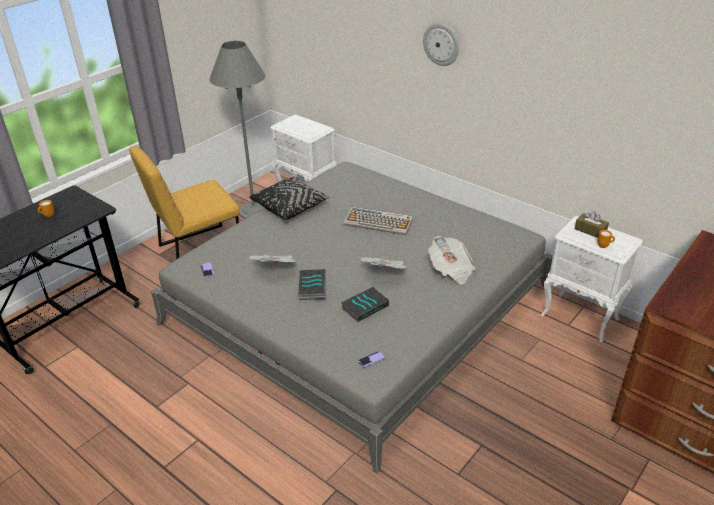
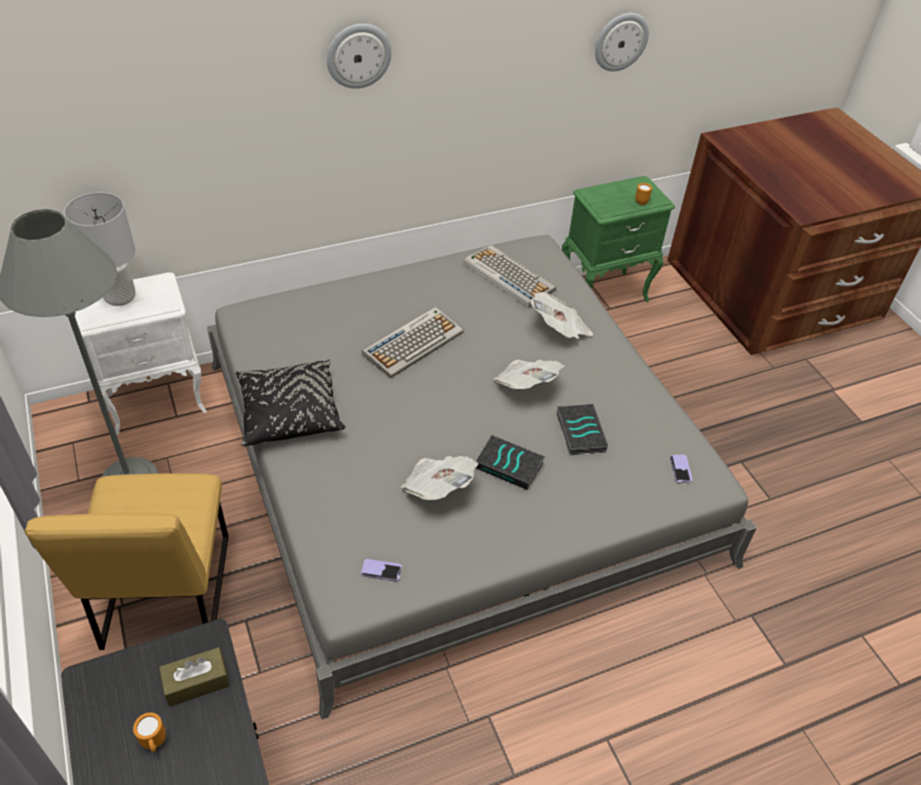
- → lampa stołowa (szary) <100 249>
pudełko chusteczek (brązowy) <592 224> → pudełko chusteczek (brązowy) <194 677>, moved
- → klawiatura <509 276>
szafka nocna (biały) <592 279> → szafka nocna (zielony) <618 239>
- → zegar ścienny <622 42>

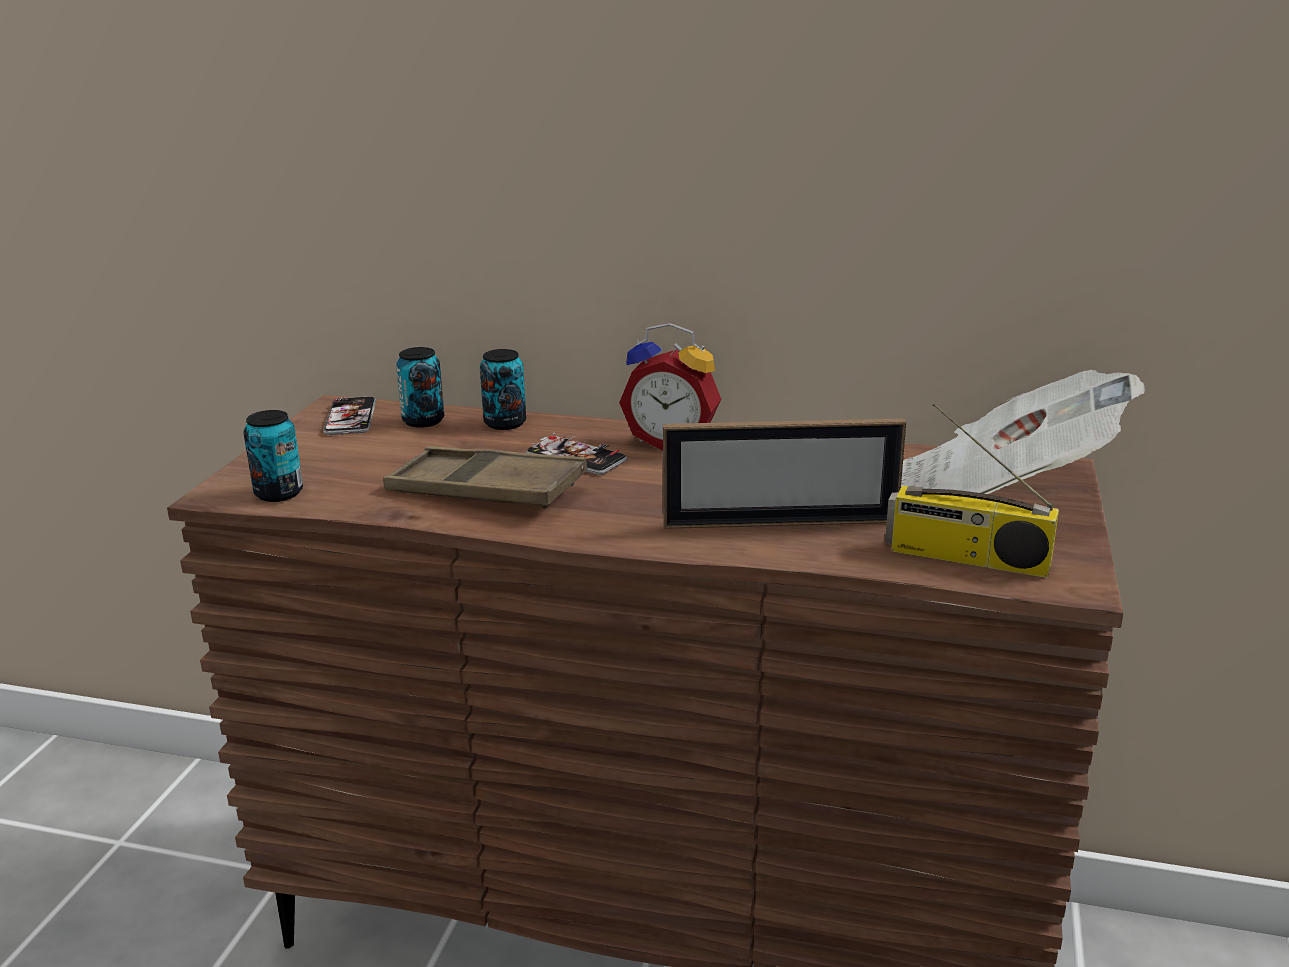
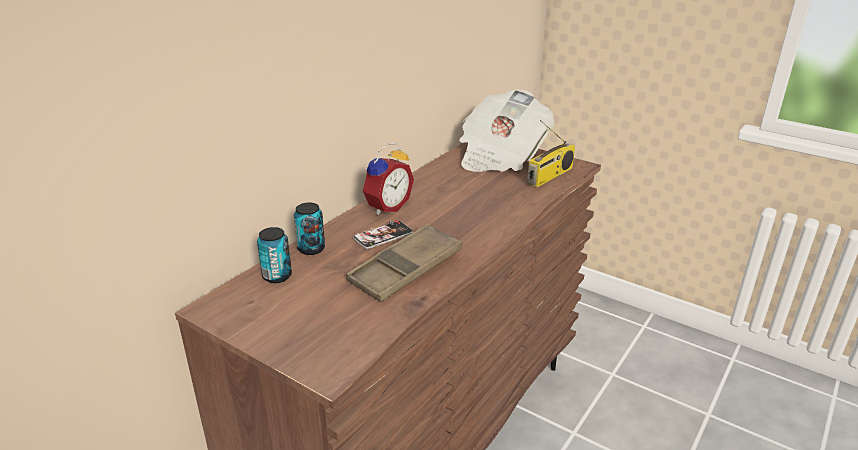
puszka <273 456> → -
telefon <349 415> → -
ramka na zdjęcie <784 473> → -

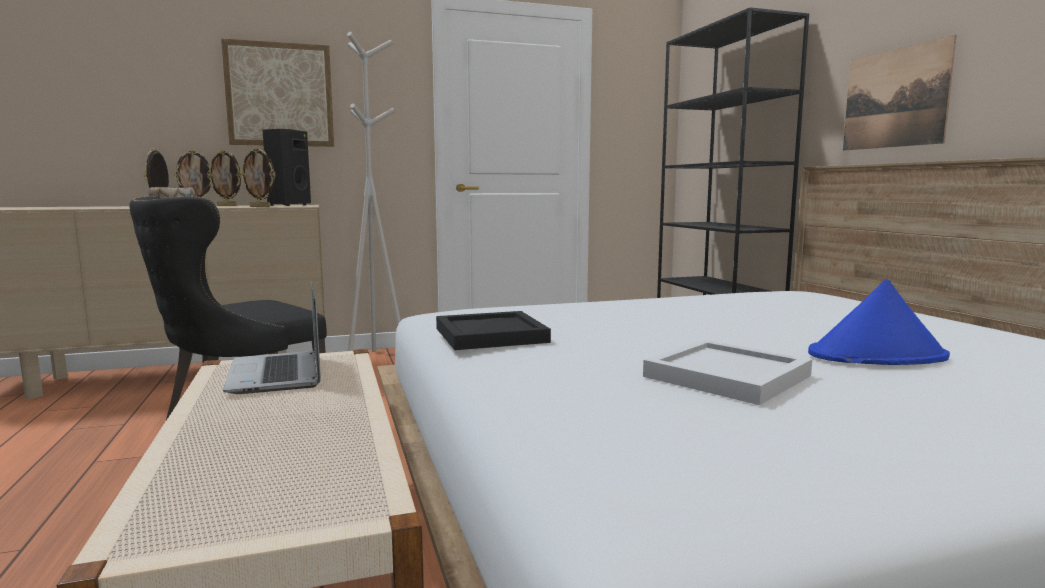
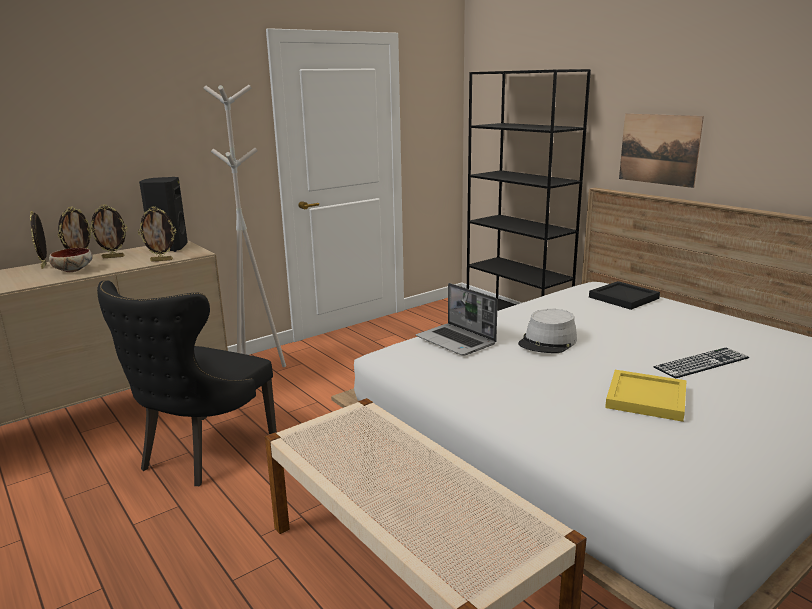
laptop <272 337> → laptop <457 319>, moved
- → kapelusz (szary) <547 331>
taca (czarny) <493 330> → taca (czarny) <624 295>, moved
taca (biały) <727 372> → taca (żółty) <646 396>
kapelusz (niebieski) <879 322> → klawiatura <701 363>
obraz <277 92> → -

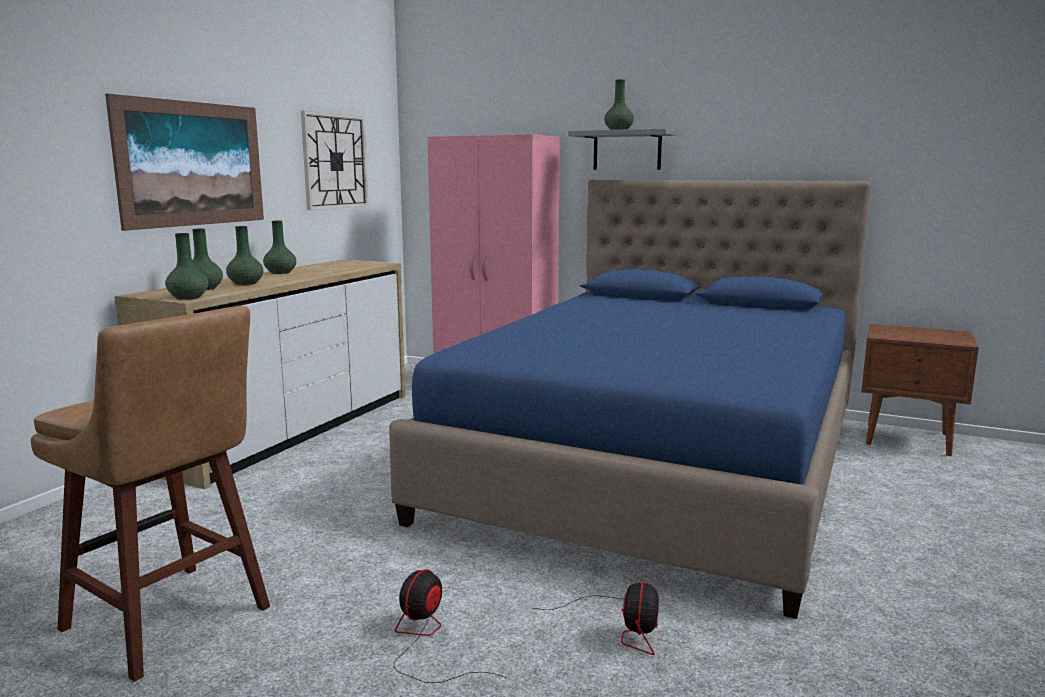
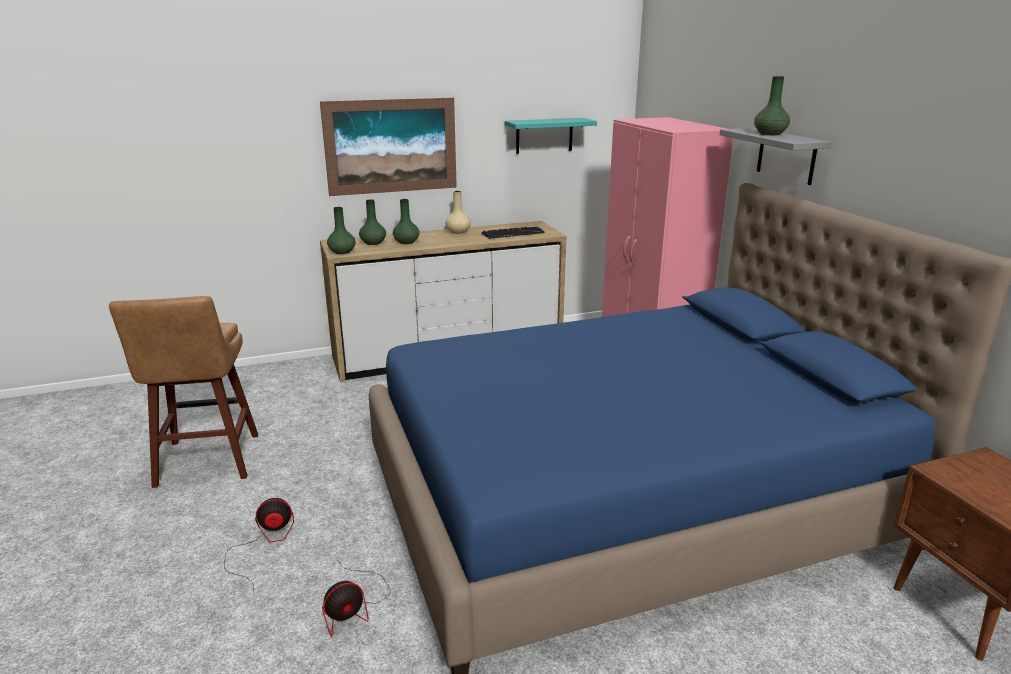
wazon (zielony) <279 247> → wazon (beżowy) <458 212>
- → klawiatura <513 233>
zegar ścienny <335 160> → półka (turkusowy) <551 136>

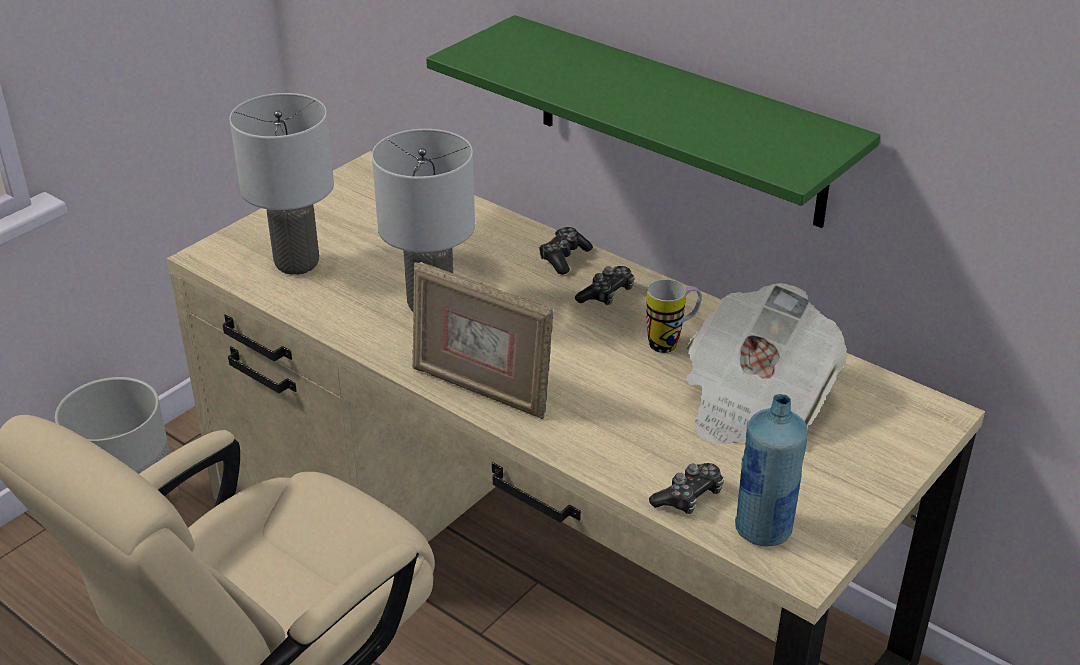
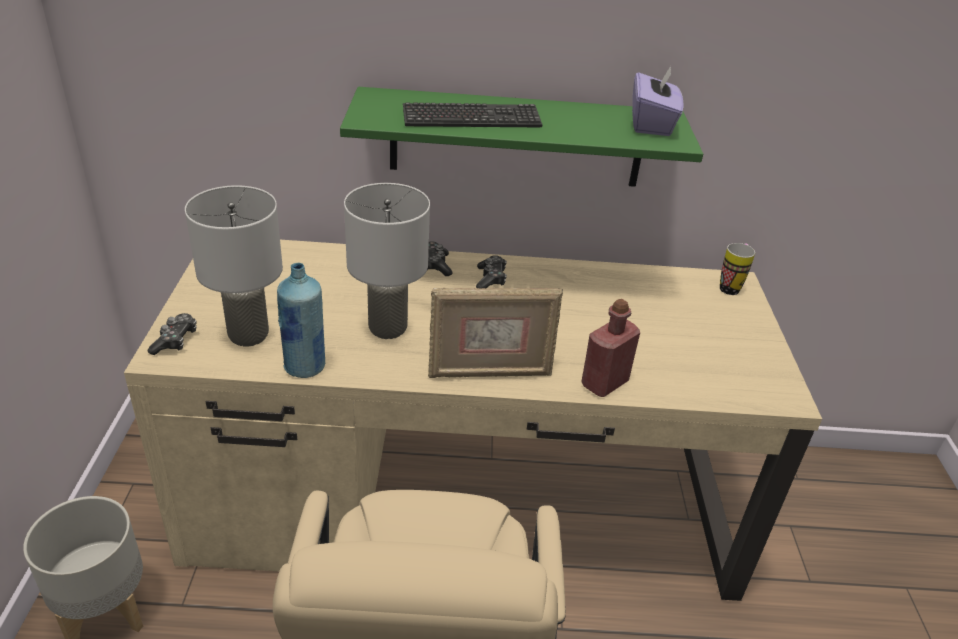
pad do gier <686 488> → pad do gier <172 334>, moved
butelka (niebieski) <771 470> → butelka (niebieski) <301 320>, moved
- → klawiatura <472 115>
- → butelka (czerwony) <610 348>
- → pudełko chusteczek (fioletowy) <658 100>
kubek <674 316> → kubek <737 269>, moved
gazeta <766 363> → -

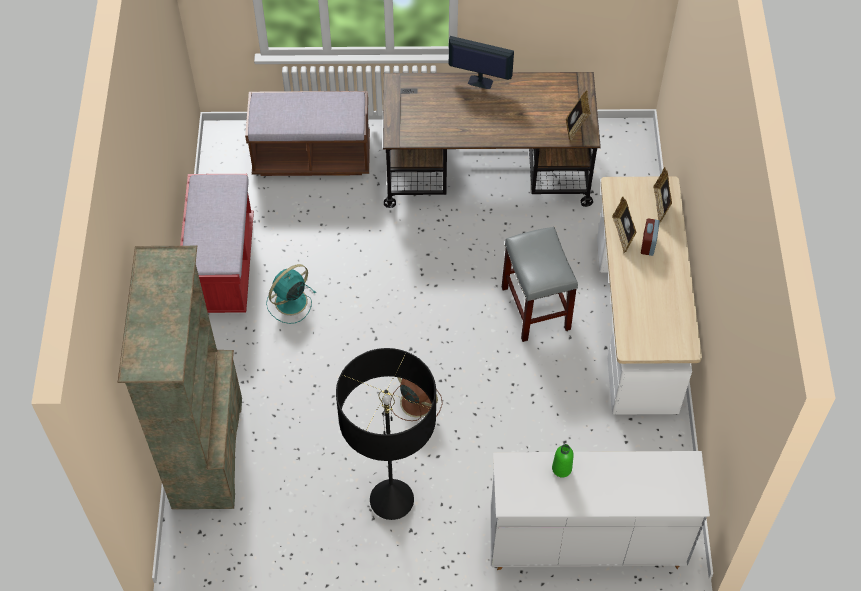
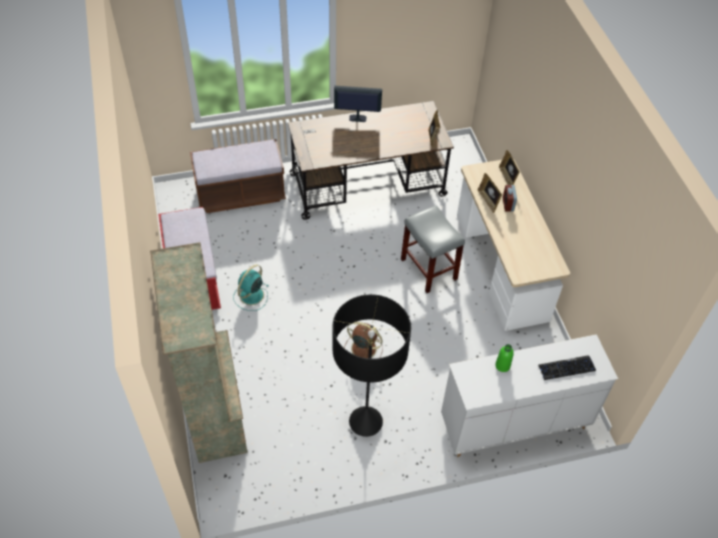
- → klawiatura <567 367>

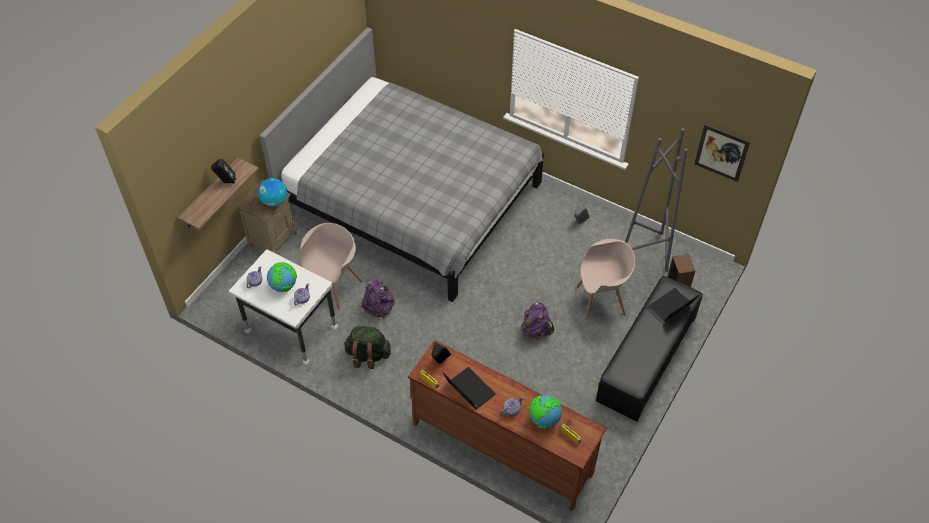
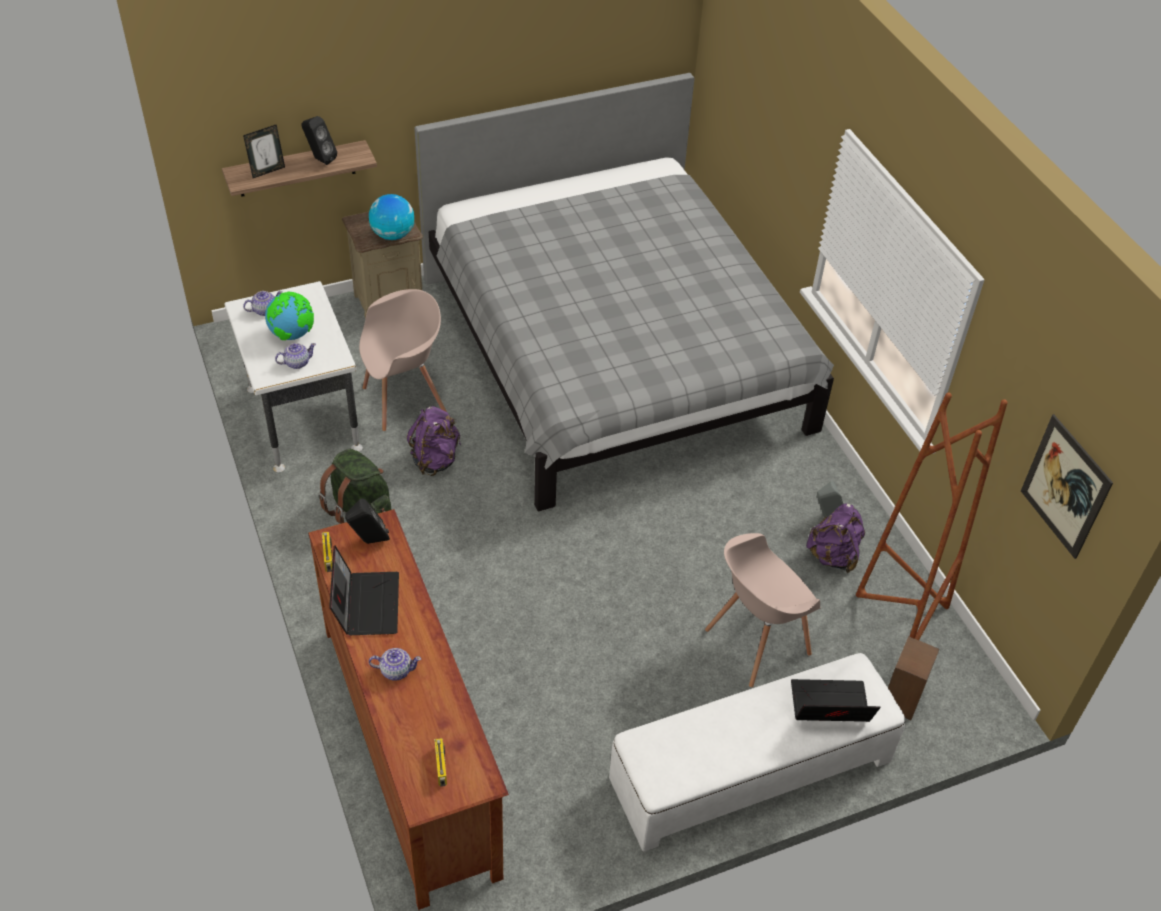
- → ramka na zdjęcie <264 151>
ławka (czarny) <649 349> → ławka (biały) <757 752>
krzesło (beżowy) <606 279> → krzesło (beżowy) <763 610>, 120 degrees clockwise
plecak (fioletowy) <537 321> → plecak (fioletowy) <836 538>, moved
wieszak (szary) <656 200> → wieszak (brązowy) <931 516>
globus <545 412> → -

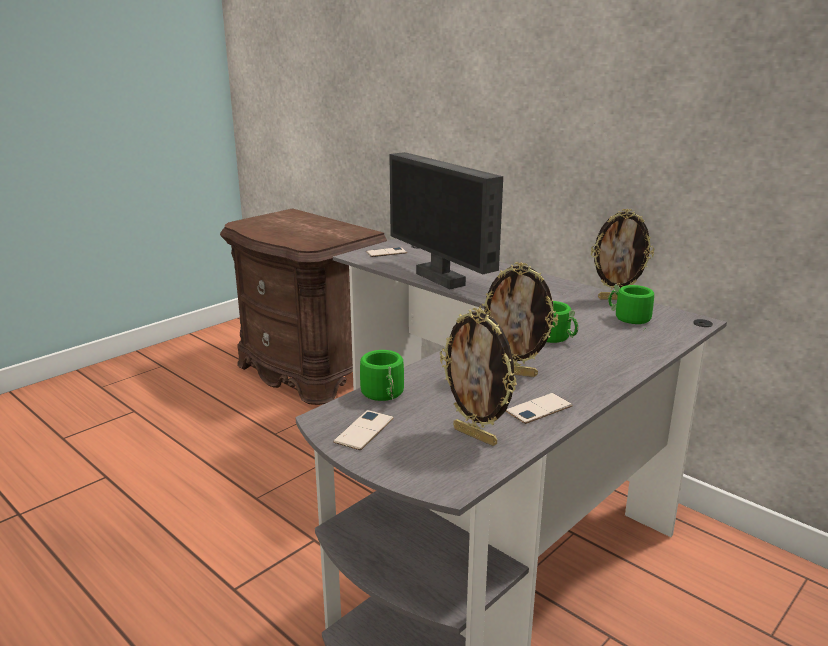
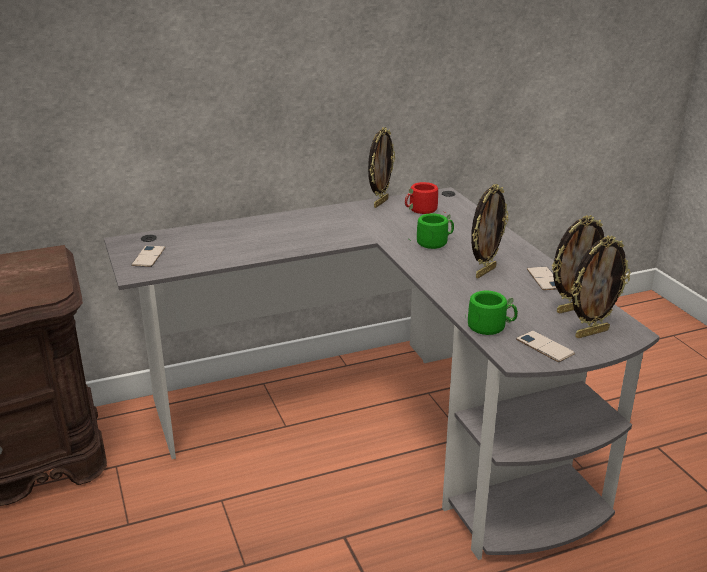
kubek (zielony) <631 307> → kubek (czerwony) <421 198>
- → ramka na zdjęcie <601 287>
monitor <446 220> → -

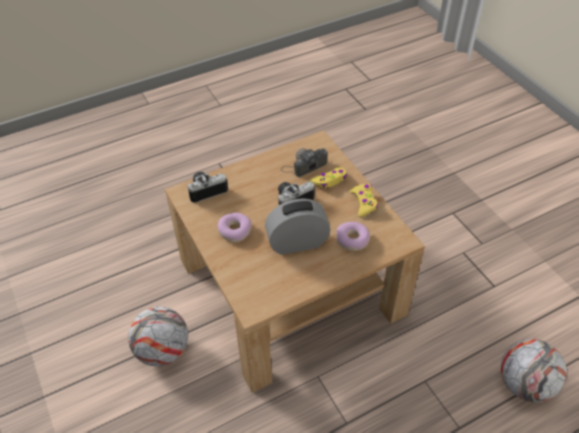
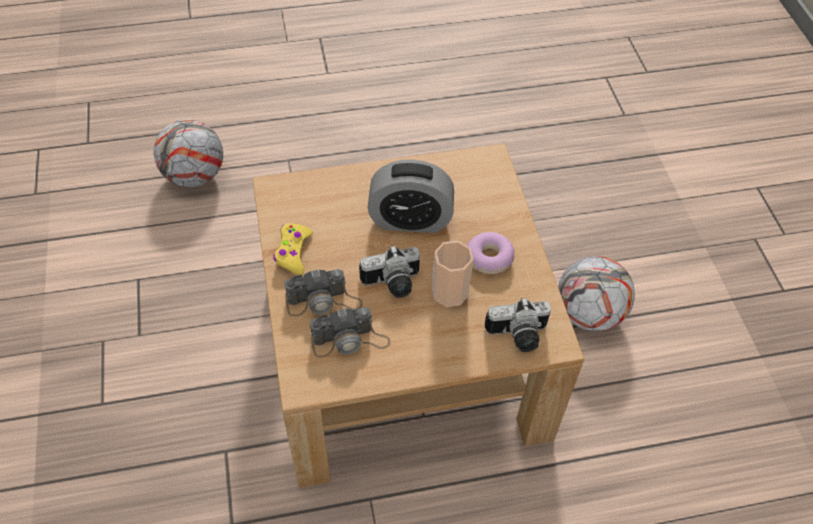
pad do gier (żółty) <328 177> → aparat fotograficzny <323 293>
- → filiżanka <452 274>
donut <353 236> → -

